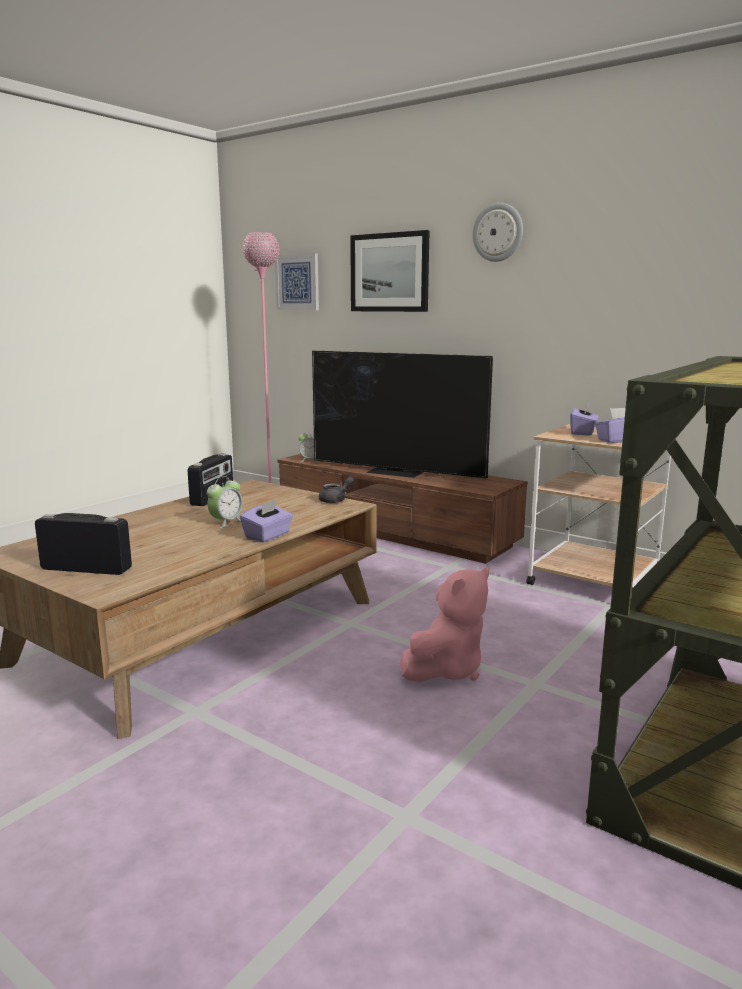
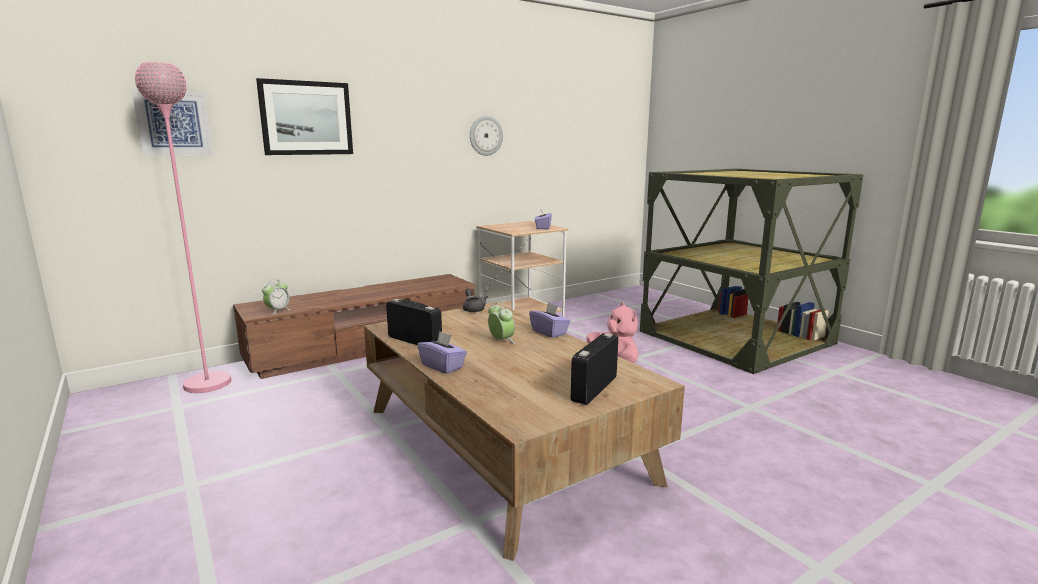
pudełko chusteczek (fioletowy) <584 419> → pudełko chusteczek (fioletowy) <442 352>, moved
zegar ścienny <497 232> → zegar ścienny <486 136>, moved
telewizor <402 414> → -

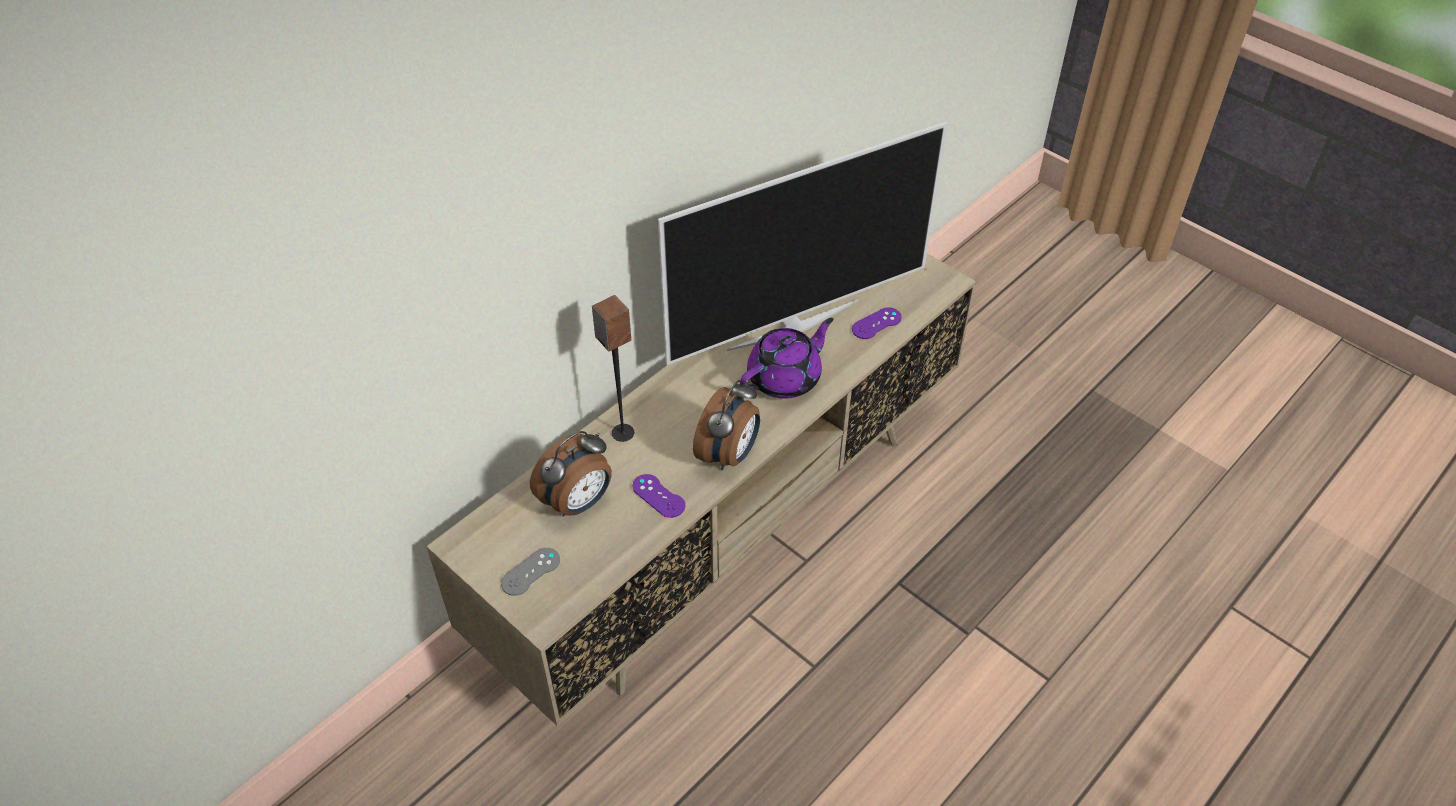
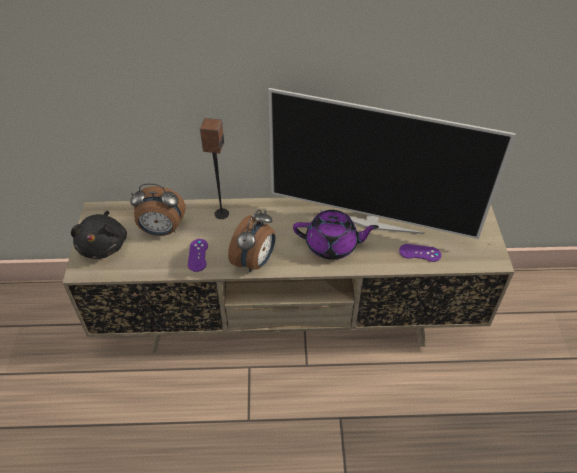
pad do gier (szary) <530 572> → pluszak (czarny) <99 235>
budzik <726 425> → budzik <251 241>, 45 degrees counterclockwise

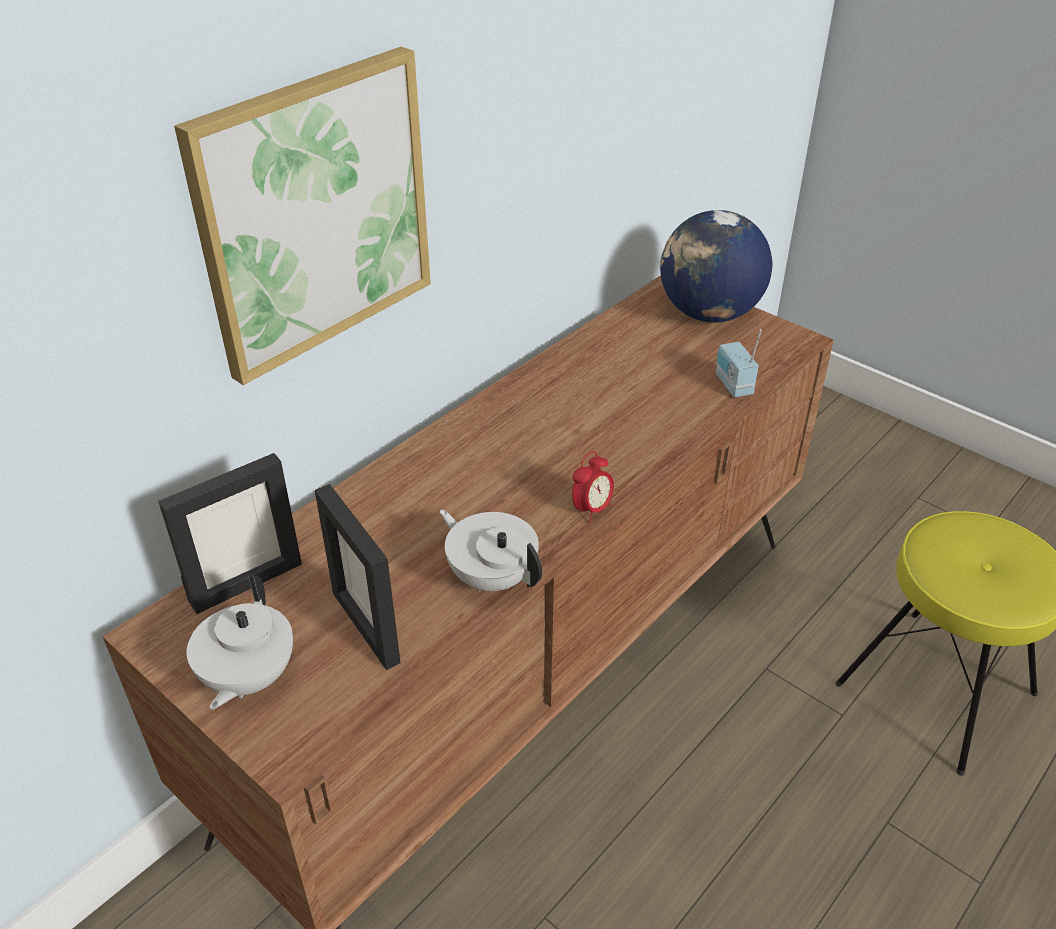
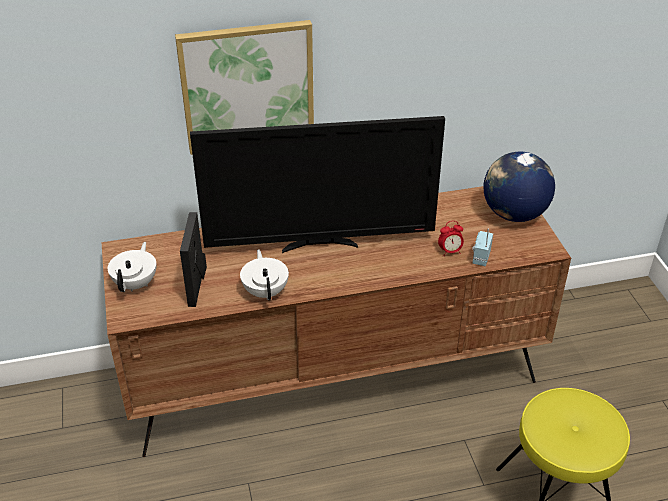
imbryk (biały) <240 643> → imbryk (biały) <132 267>, 150 degrees clockwise
- → telewizor <317 184>
budzik <593 486> → budzik <451 238>, moved
ramka na zdjęcie <230 533> → -

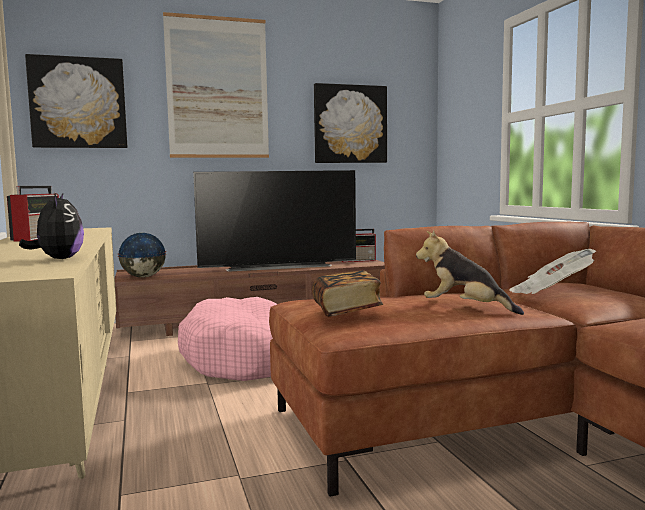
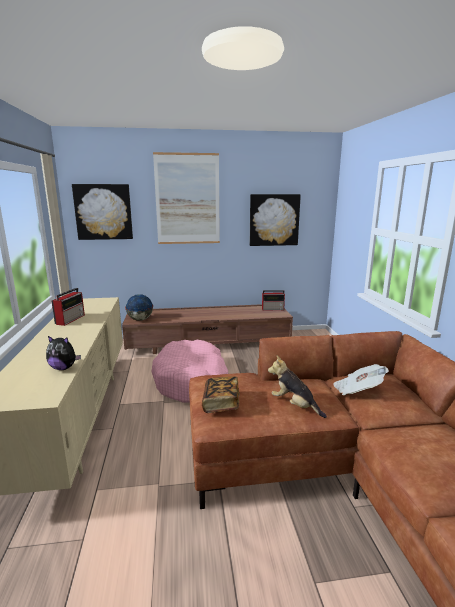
pluszak <51 226> → pluszak <63 353>, 105 degrees clockwise
telewizor <274 221> → -

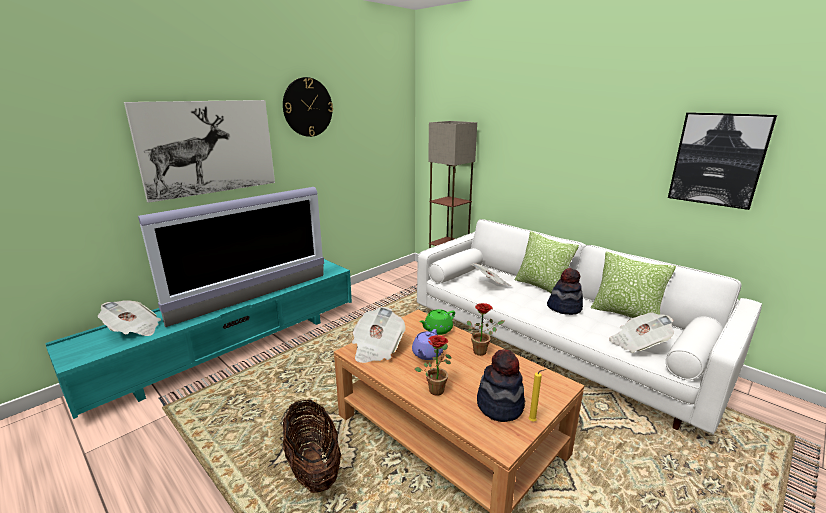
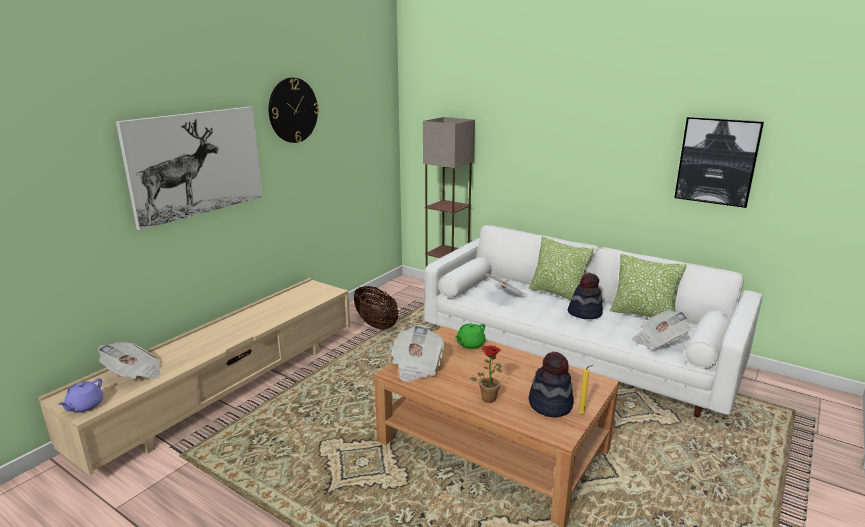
szafka pod telewizor (turkusowy) <198 339> → szafka pod telewizor (beżowy) <194 376>
imbryk (fioletowy) <427 344> → imbryk (fioletowy) <80 395>, moved
koszyk <312 446> → koszyk <376 308>, moved
telewizor <231 257> → -
roślina doniczkowa <485 329> → -

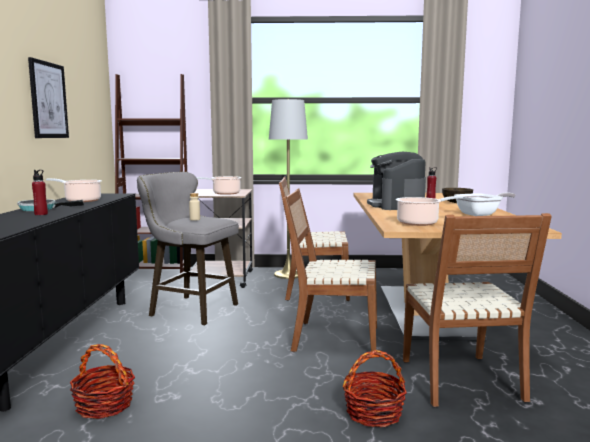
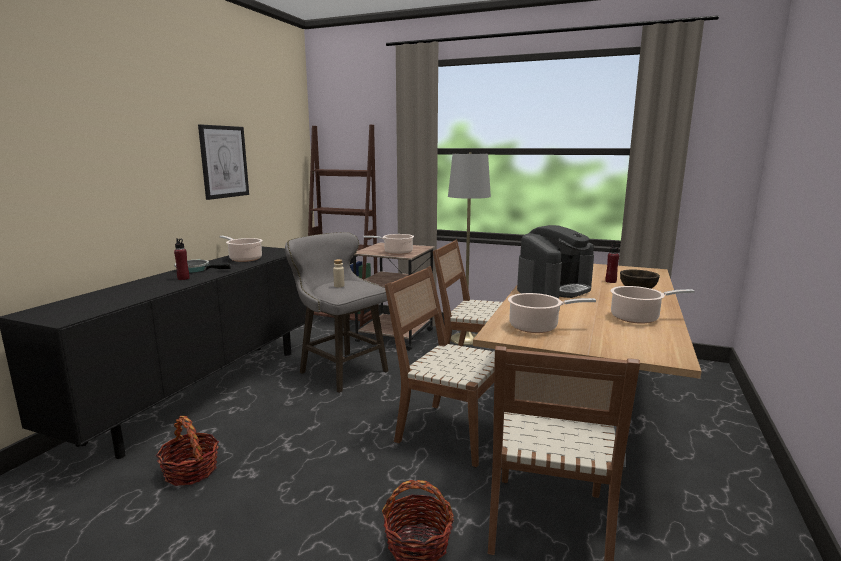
ekspres do kawy <396 181> → ekspres do kawy <555 262>, 150 degrees counterclockwise
patelnia <485 204> → garnek <653 305>

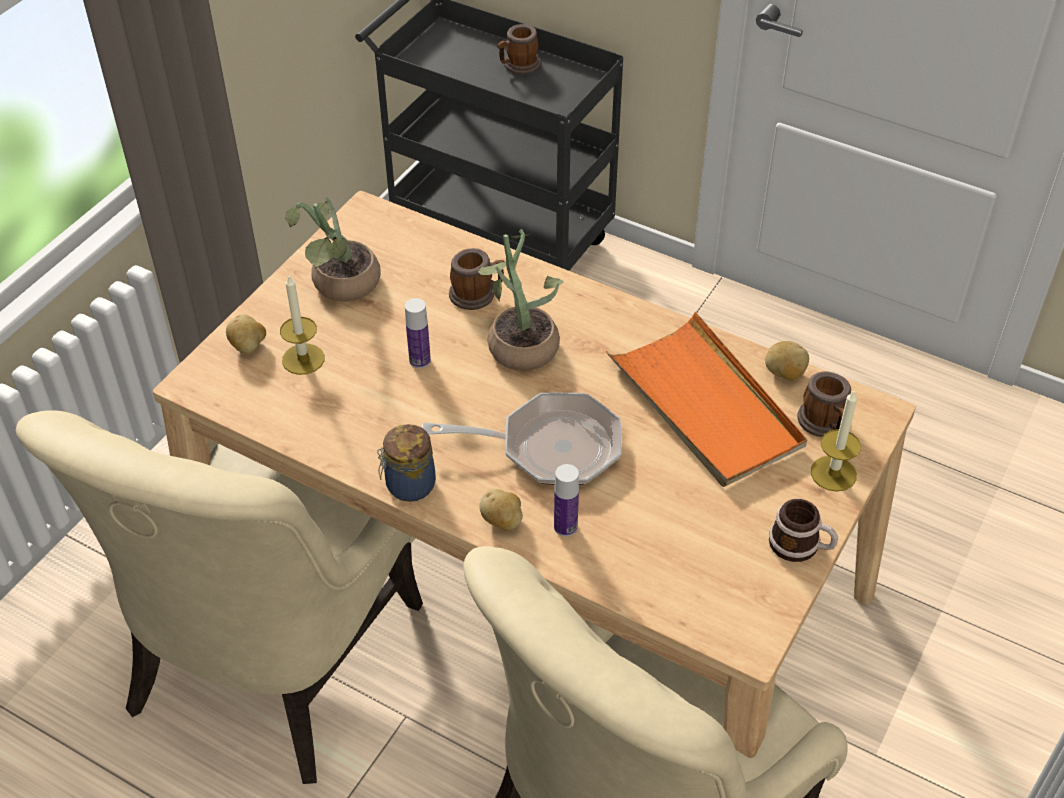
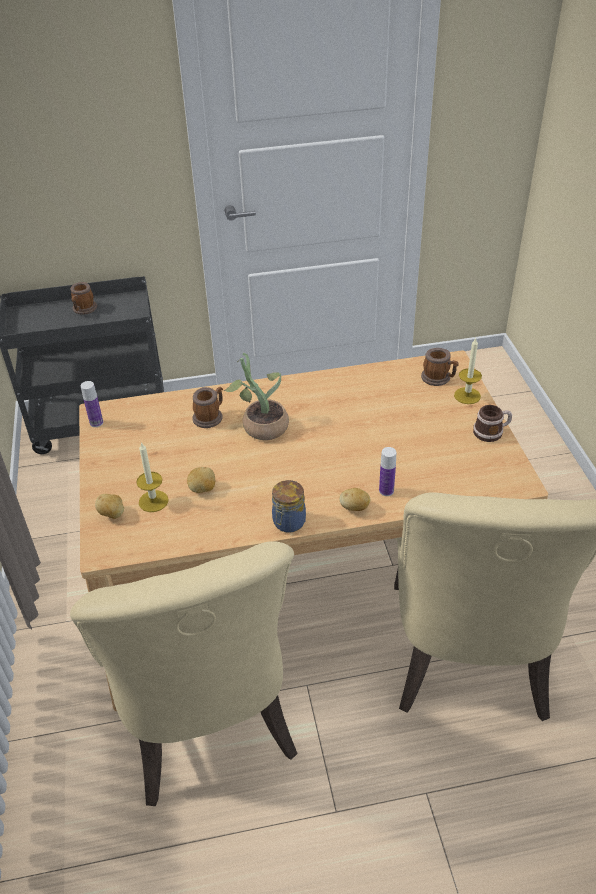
butelka <418 333> → butelka <92 404>, moved
ziemniak <787 360> → ziemniak <201 480>, moved
roślina doniczkowa <333 249> → -
patelnia <522 439> → -
taca (pomarańczowy) <706 399> → -

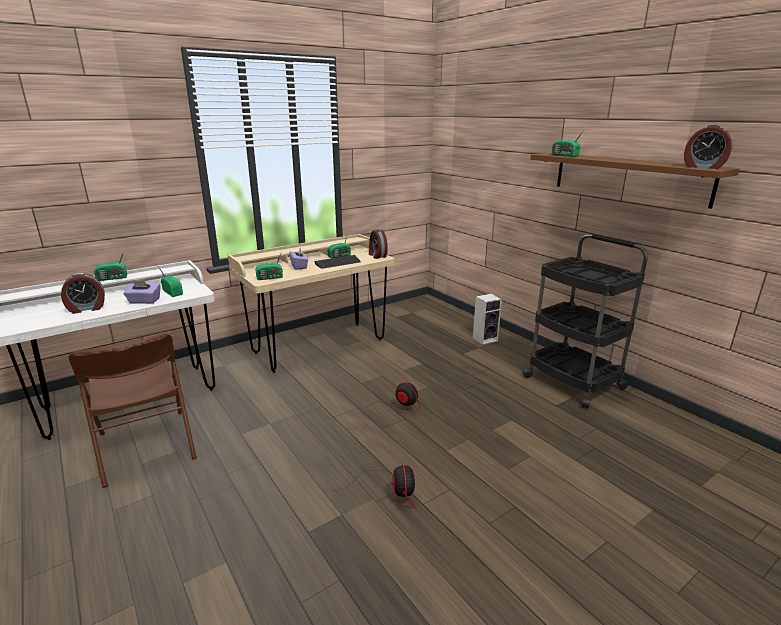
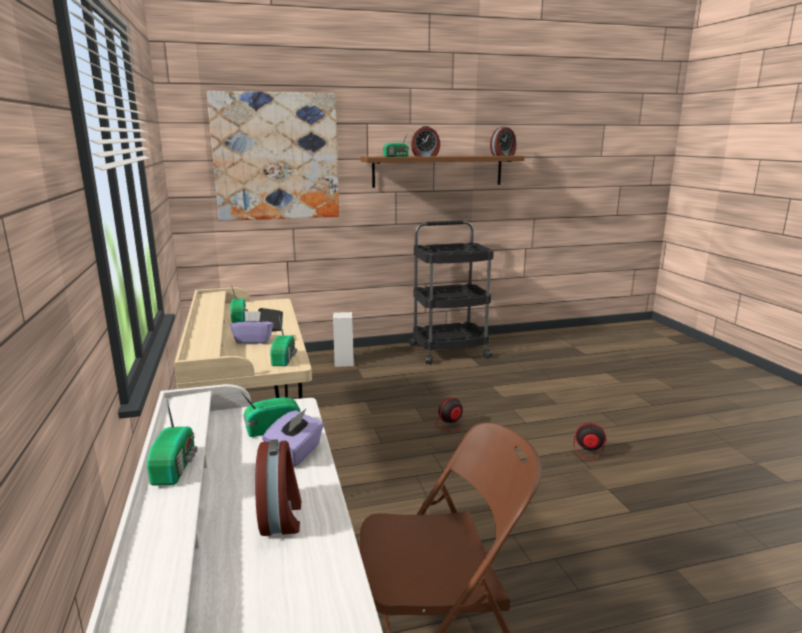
- → obraz <273 156>
budzik <378 244> → budzik <425 141>, moved

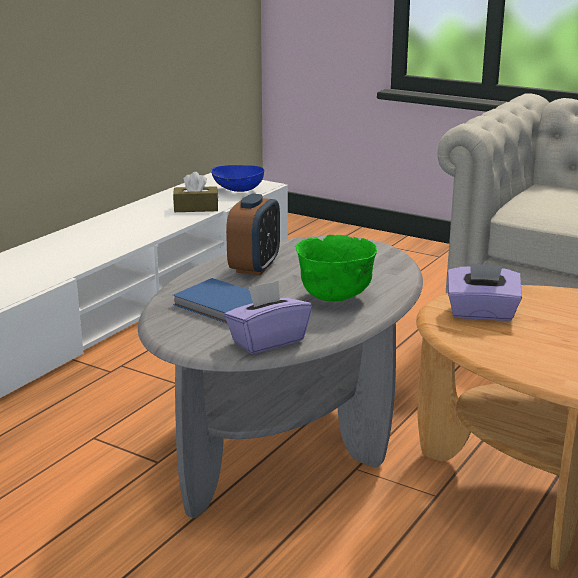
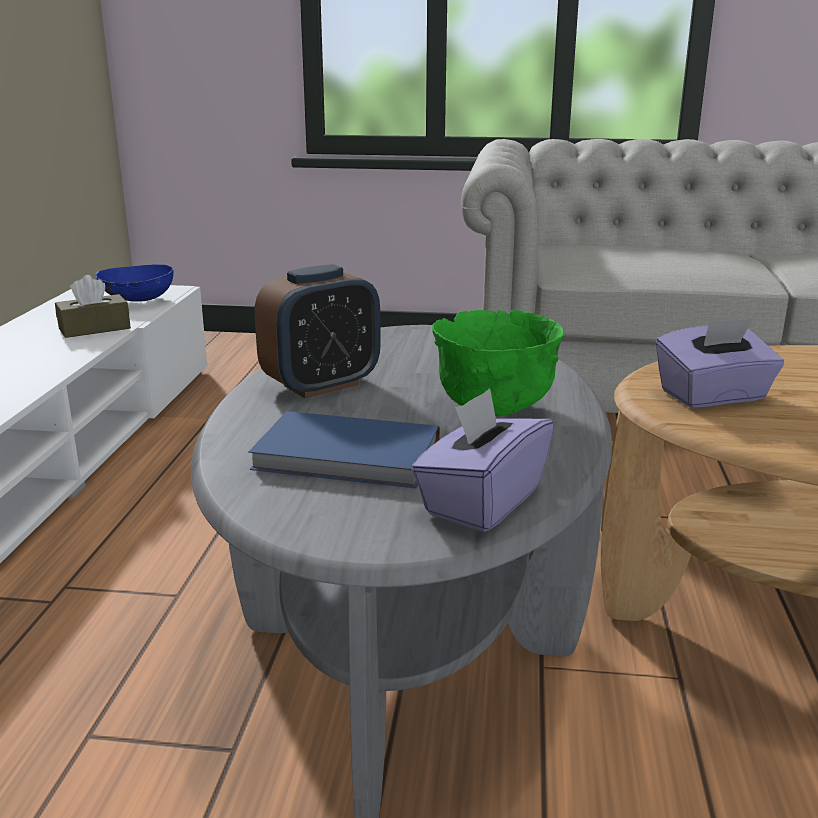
budzik <253 234> → budzik <318 331>, 60 degrees clockwise

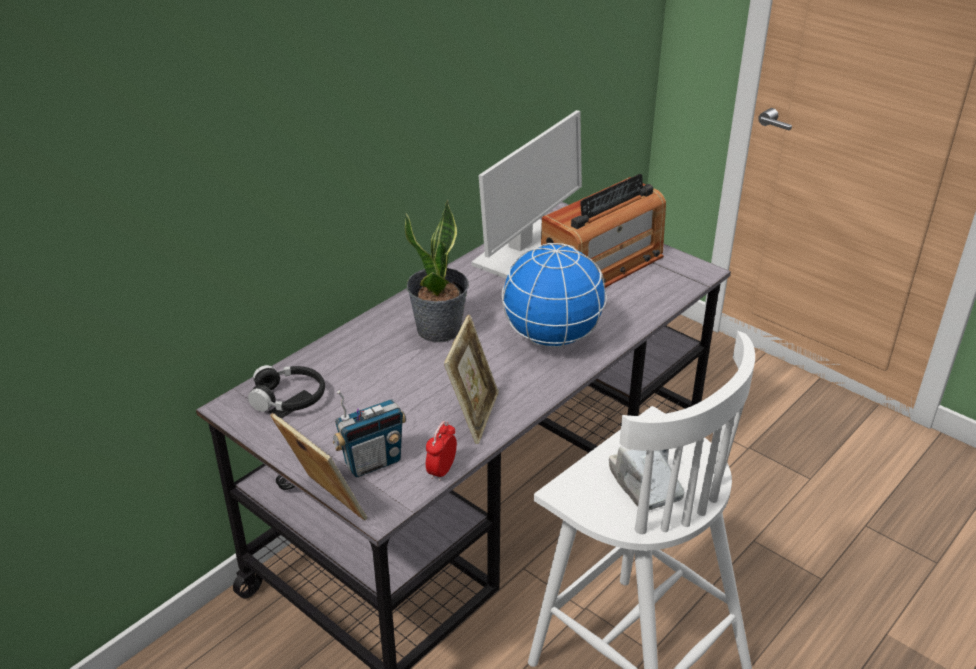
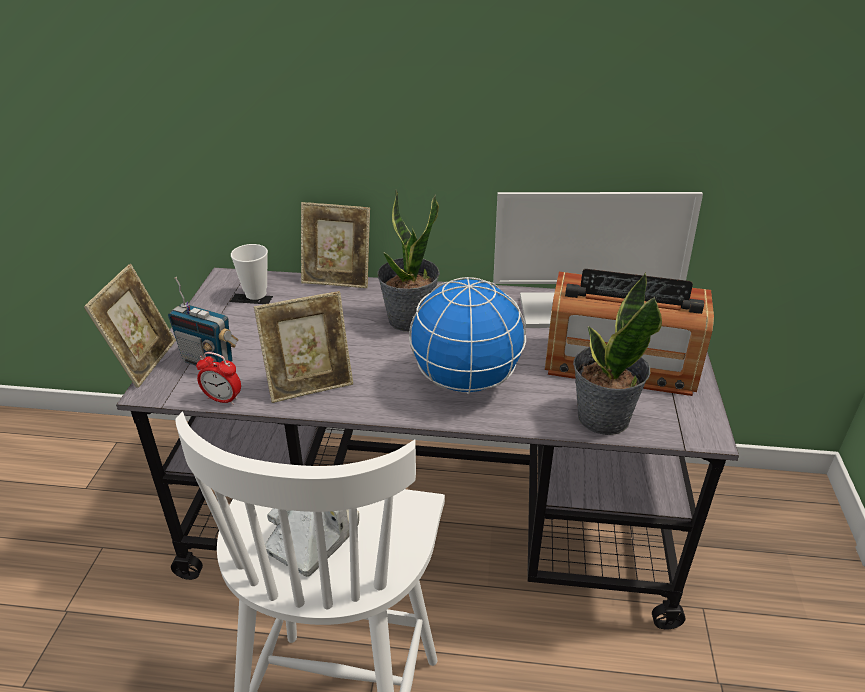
budzik <441 451> → budzik <218 378>, 150 degrees counterclockwise
słuchawki (czarny) <286 388> → filiżanka <249 272>
- → ramka na zdjęcie <335 245>
- → roślina doniczkowa <617 353>

